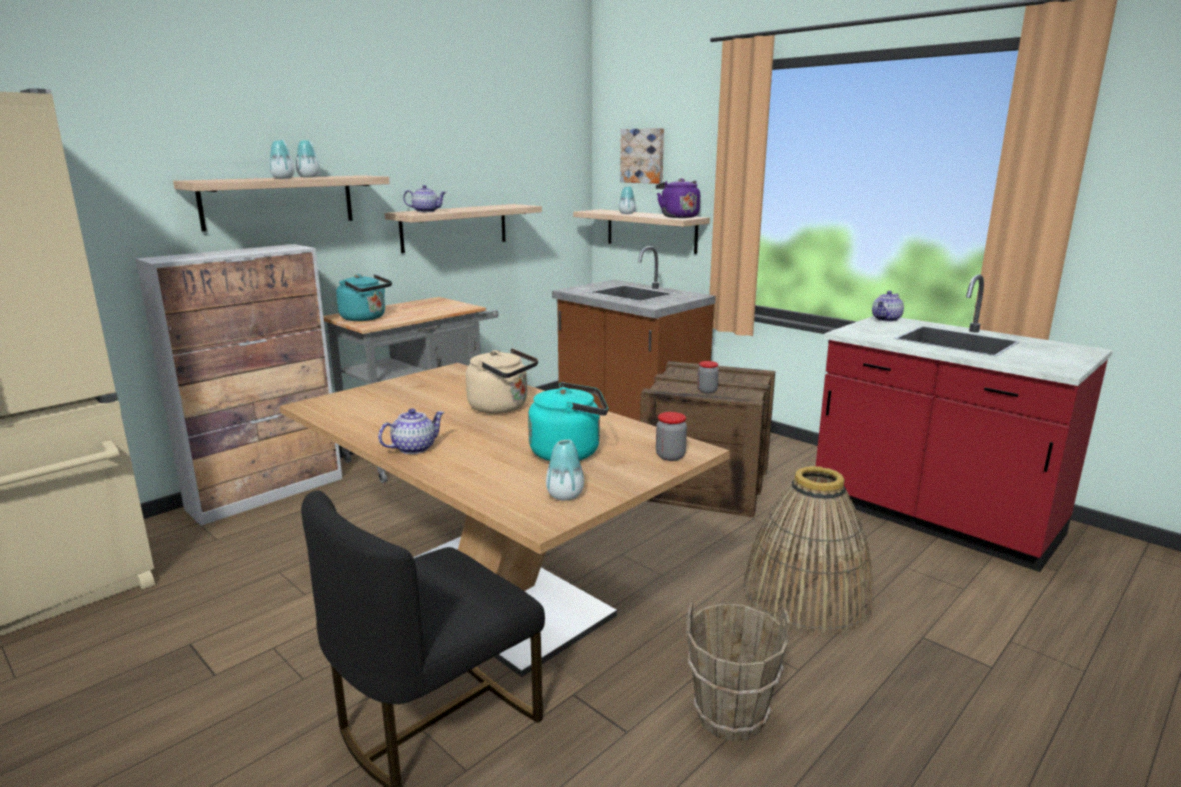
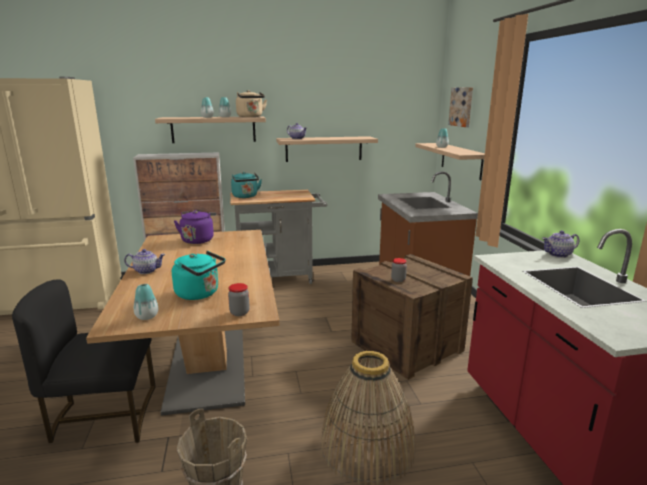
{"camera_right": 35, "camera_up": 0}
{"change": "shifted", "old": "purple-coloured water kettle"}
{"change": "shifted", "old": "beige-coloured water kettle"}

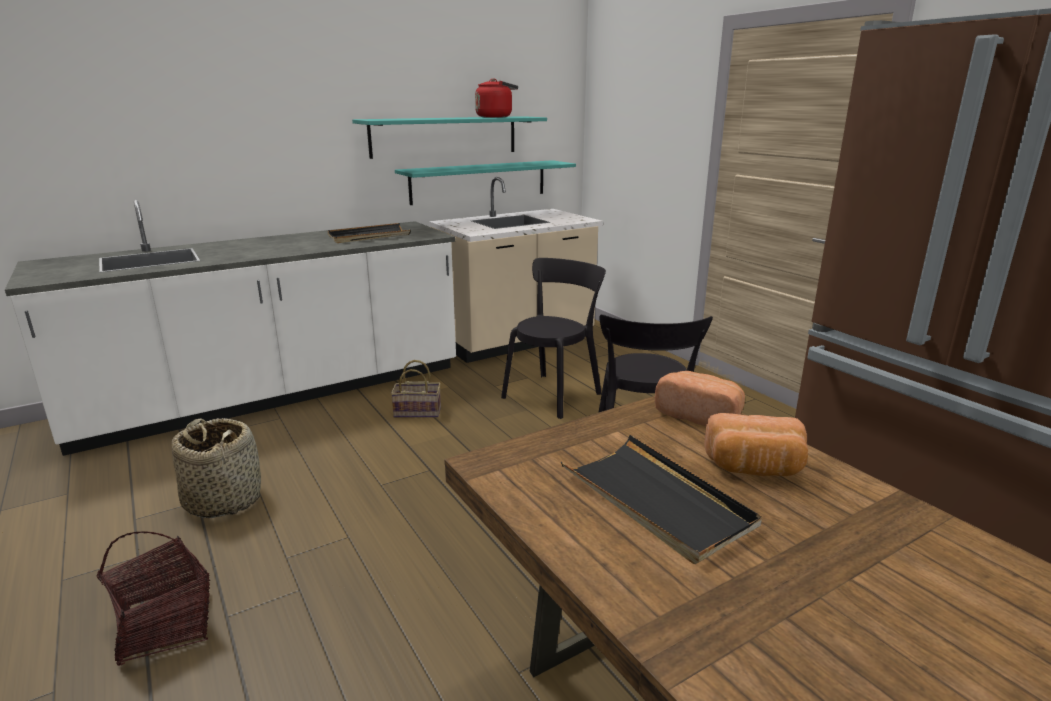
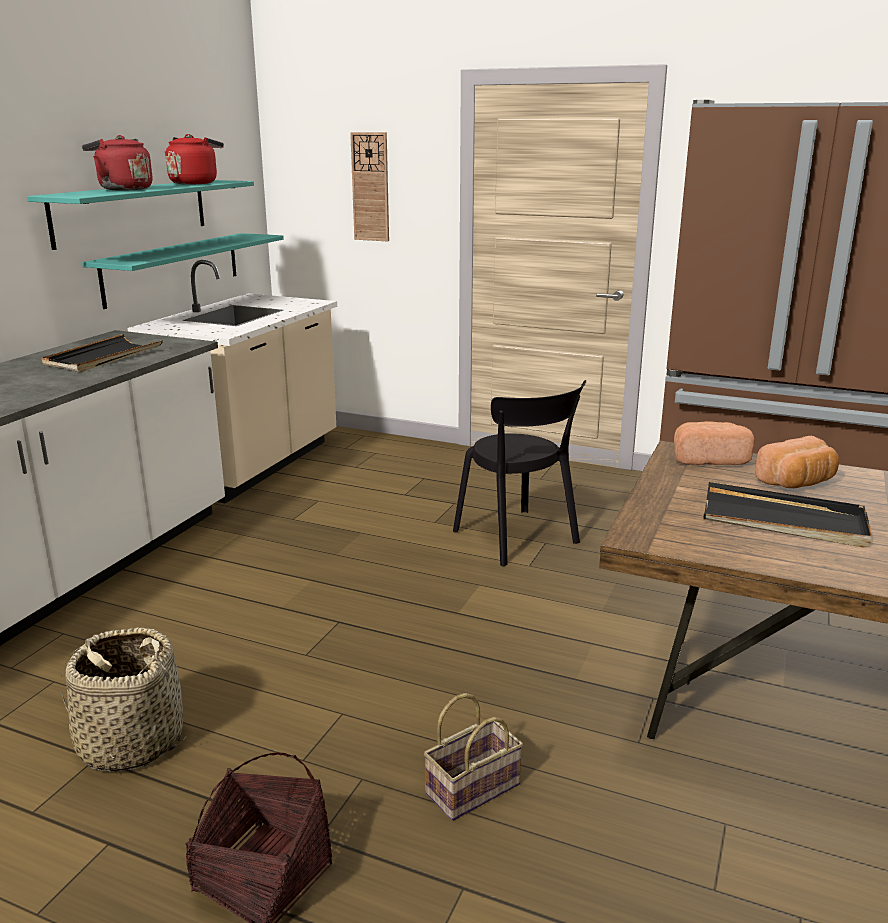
{"camera_right": -35, "camera_up": 0}
{"change": "gone", "old": "black upright chair (no. 1 from left)"}
{"change": "shifted", "old": "basket (no. 3 from left)"}
{"change": "new", "new": "wall clock"}
{"change": "new", "new": "red-coloured water kettle (no. 1 from left)"}

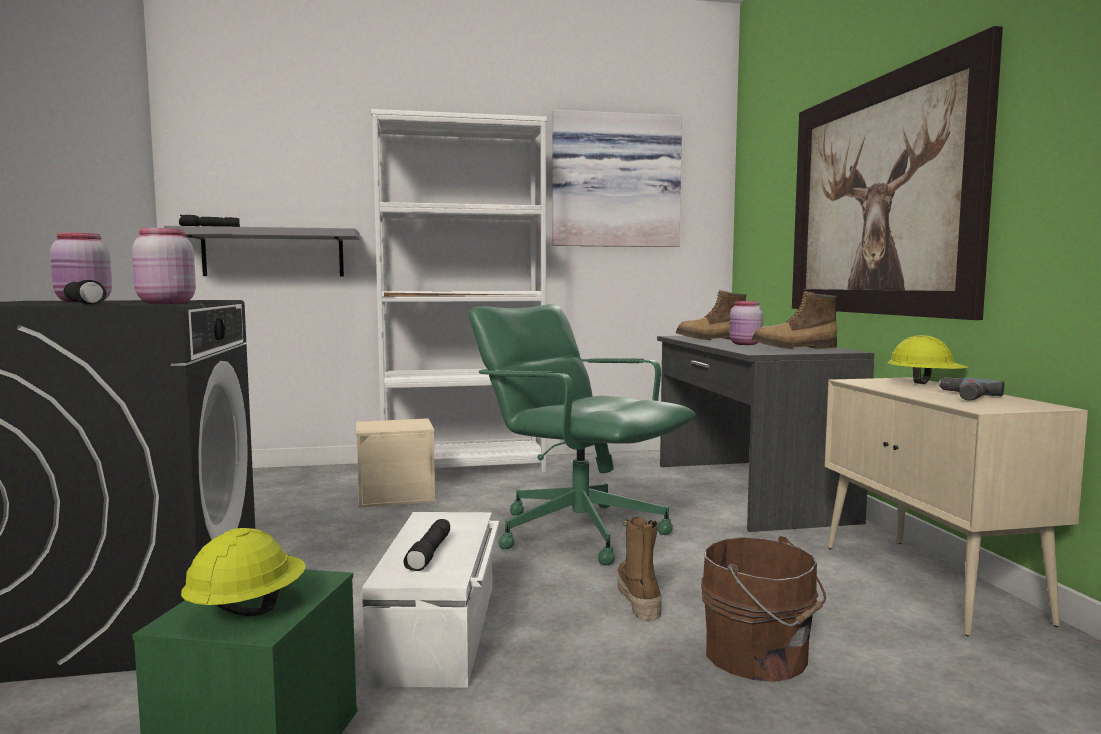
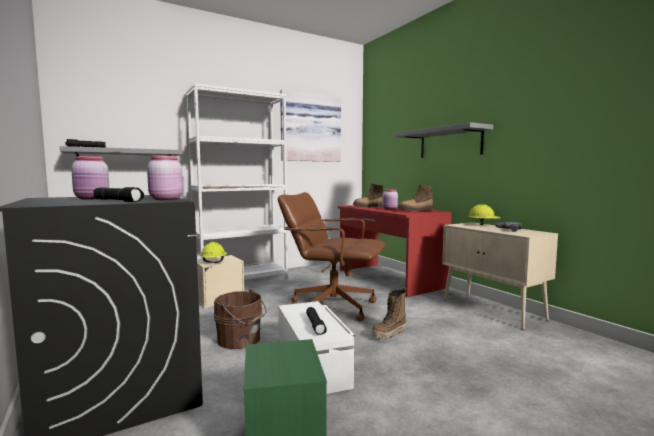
{"camera_right": -20, "camera_up": 0}
{"change": "swapped", "old": "wall art (no. 2 from left)", "new": "gray bracket shelf (no. 2 from left)"}
{"change": "repainted", "old": "greenish desk chair", "new": "brown desk chair"}
{"change": "repainted", "old": "gray desk", "new": "red-coloured desk"}
{"change": "rotated", "old": "tall boot (no. 1 from left in the first image)", "degrees": -105}
{"change": "shifted", "old": "yellow-coloured work helmet (no. 1 from left)"}
{"change": "shifted", "old": "brown water bucket"}

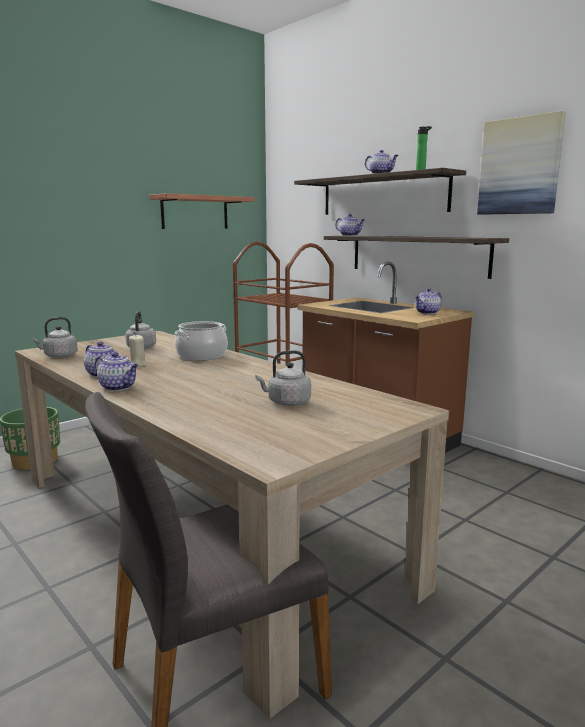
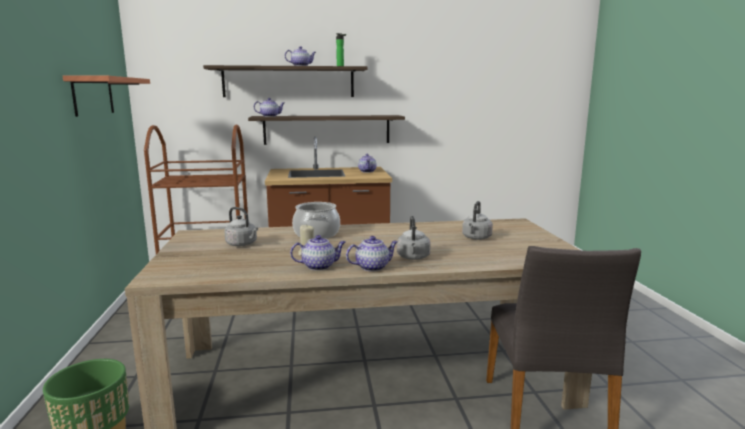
{"camera_right": -55, "camera_up": 0}
{"change": "gone", "old": "wall art"}
{"change": "shifted", "old": "gray water kettle (no. 1 from left in the first image)", "new": "gray water kettle (no. 2 from left)"}

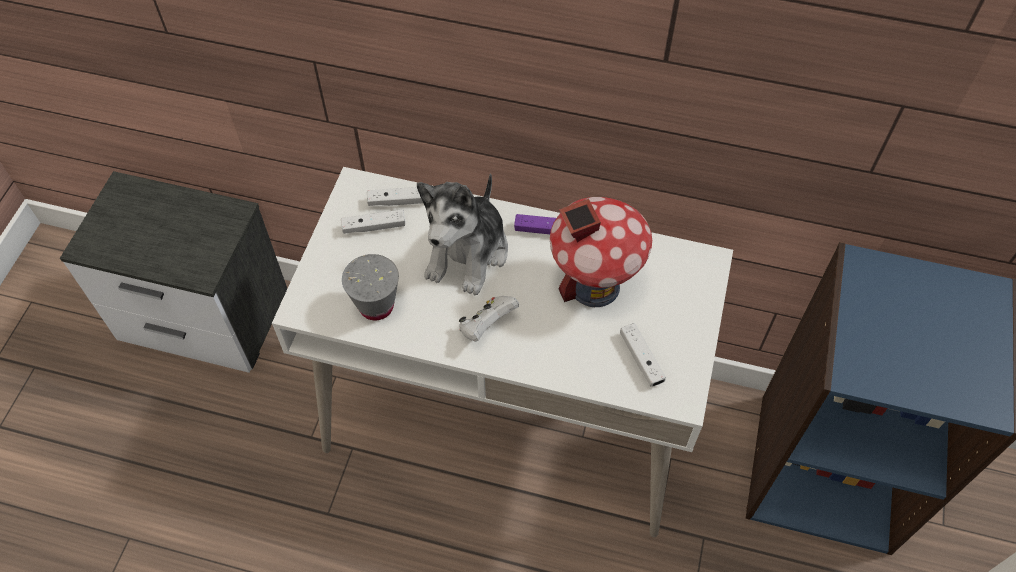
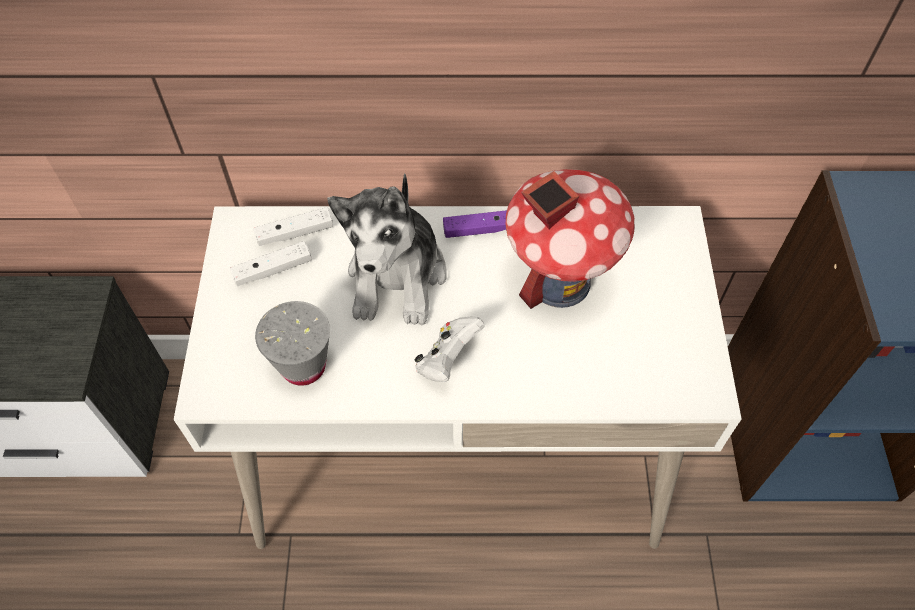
{"camera_right": -15, "camera_up": 0}
{"change": "gone", "old": "whitish game controller (no. 4 from left)"}

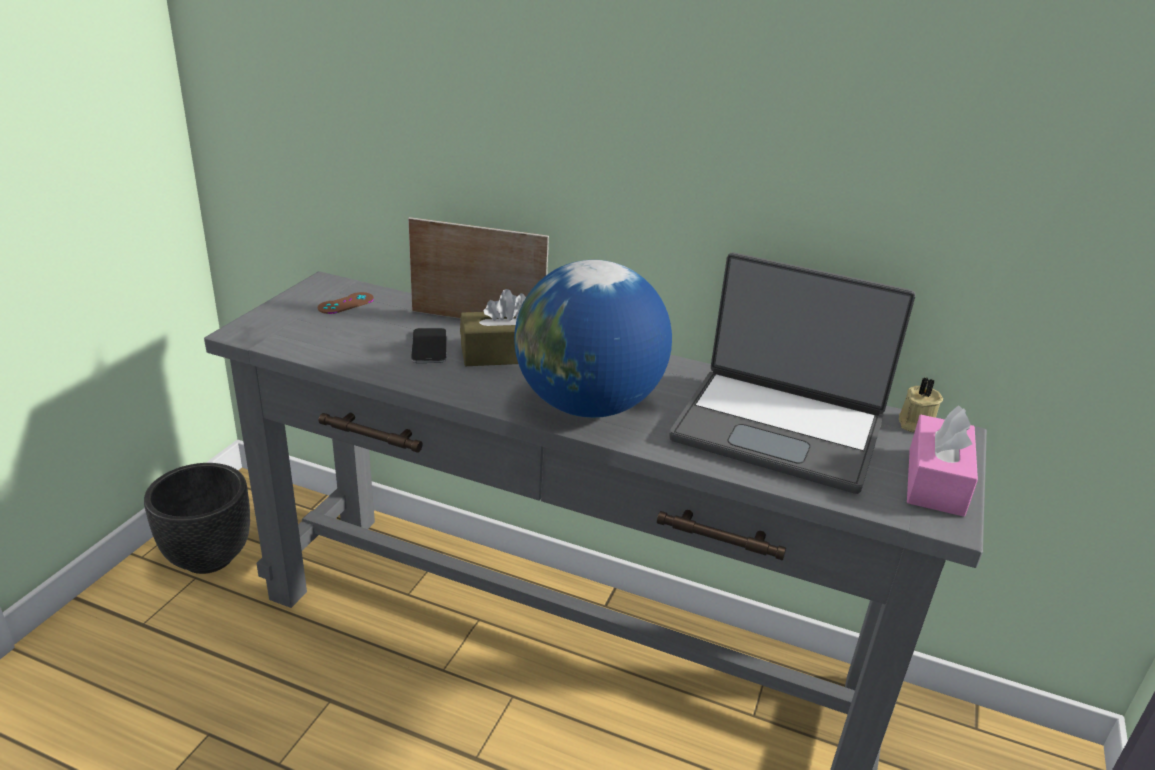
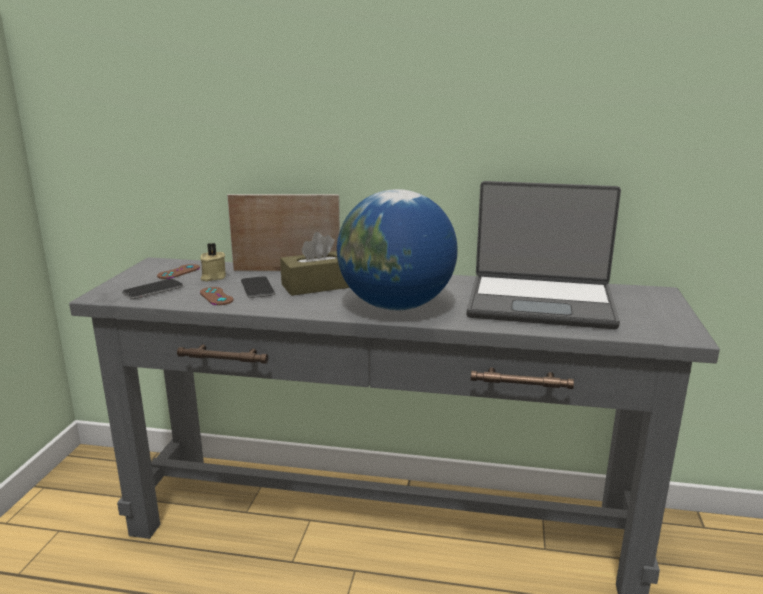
{"camera_right": -10, "camera_up": -10}
{"change": "shifted", "old": "beige-coloured wax light"}
{"change": "gone", "old": "pink tissue box"}
{"change": "gone", "old": "black flower pot"}
{"change": "new", "new": "handset (no. 1 from left)"}
{"change": "new", "new": "brown game controller (no. 2 from left)"}

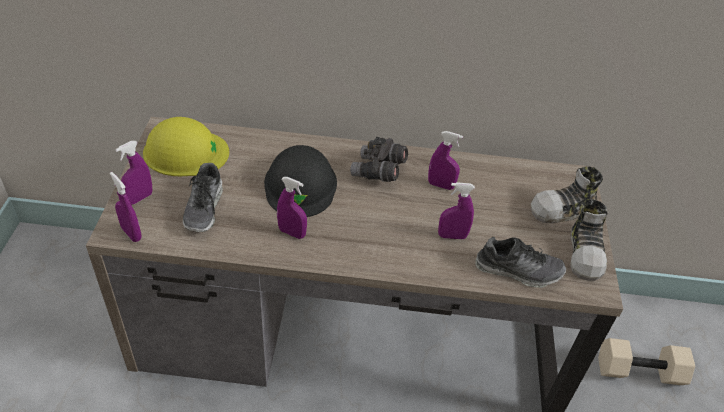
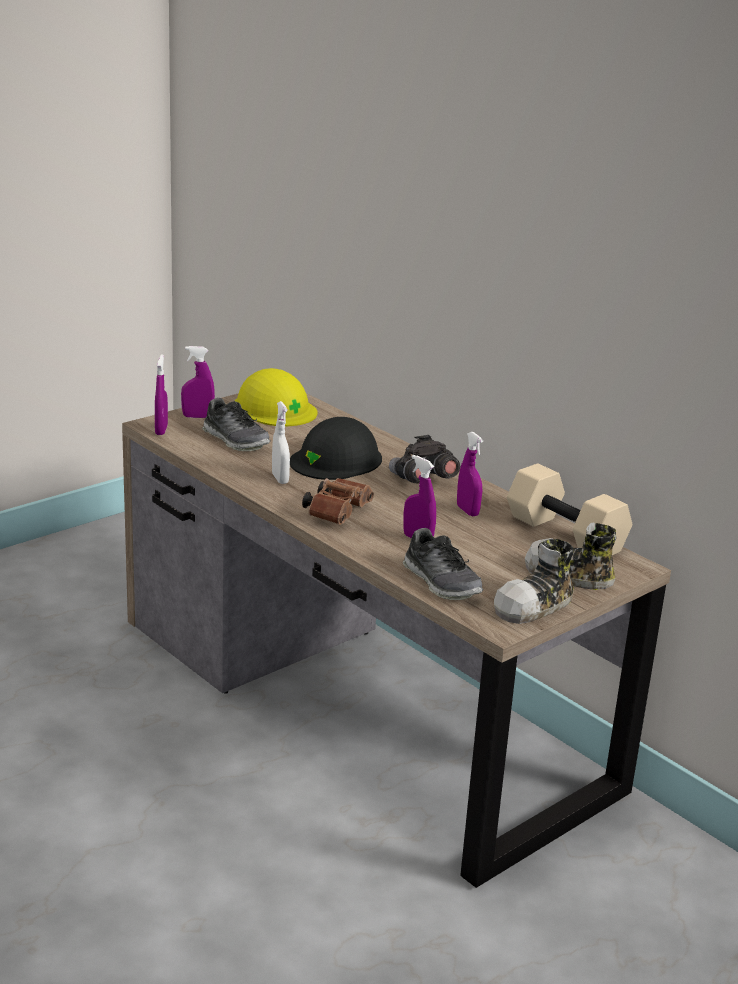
{"camera_right": 45, "camera_up": -20}
{"change": "rotated", "old": "low shoe (no. 1 from left)", "degrees": -90}
{"change": "repainted", "old": "purple-coloured spray bottle (no. 3 from left)", "new": "whitish spray bottle"}
{"change": "shifted", "old": "beige-coloured dumbbell"}
{"change": "new", "new": "brown binoculars"}

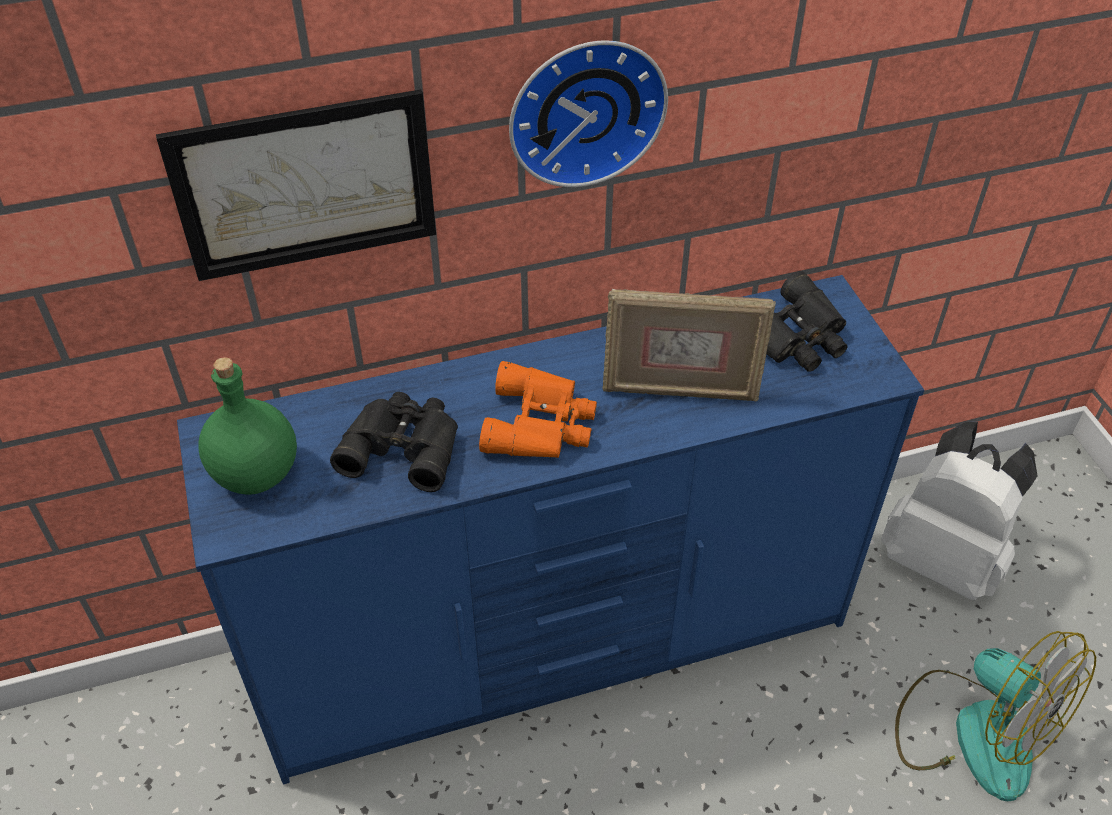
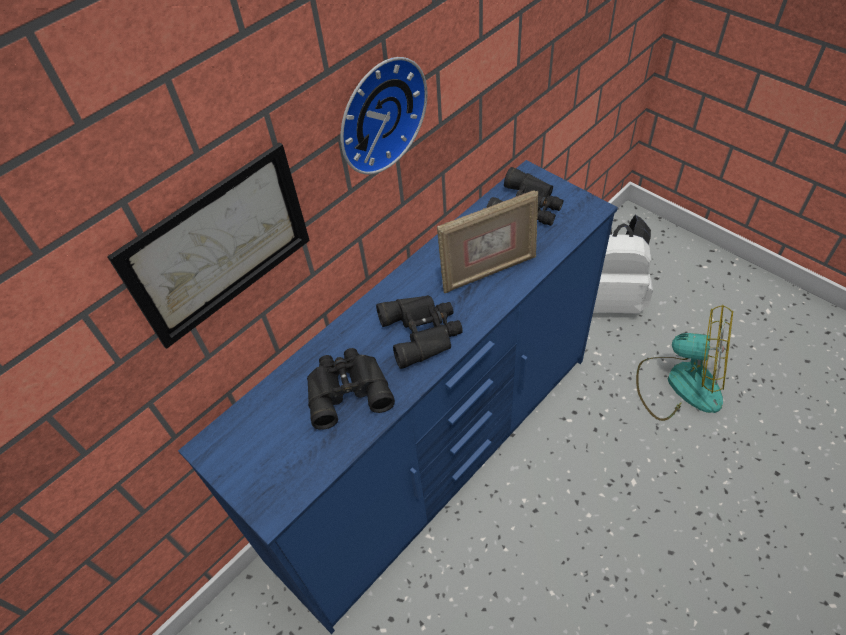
{"camera_right": -25, "camera_up": 5}
{"change": "gone", "old": "greenish bottle"}
{"change": "repainted", "old": "orange-coloured binoculars", "new": "black binoculars (no. 2 from left)"}

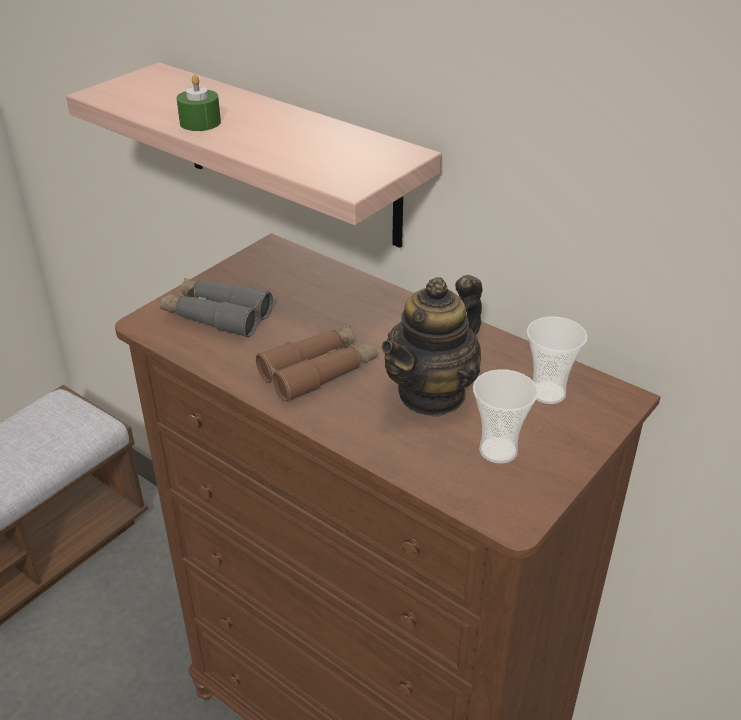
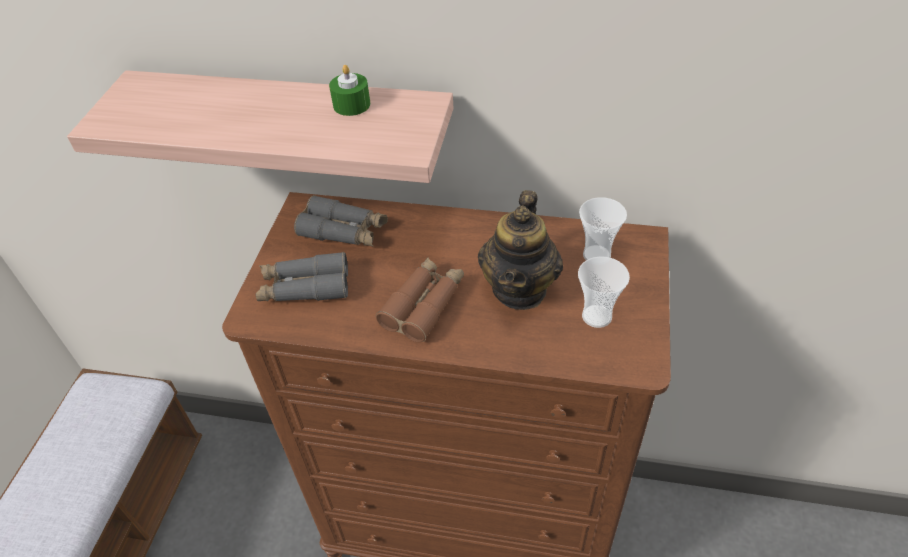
{"camera_right": -25, "camera_up": 10}
{"change": "shifted", "old": "greenish wax light"}
{"change": "new", "new": "gray binoculars (no. 2 from left)"}

